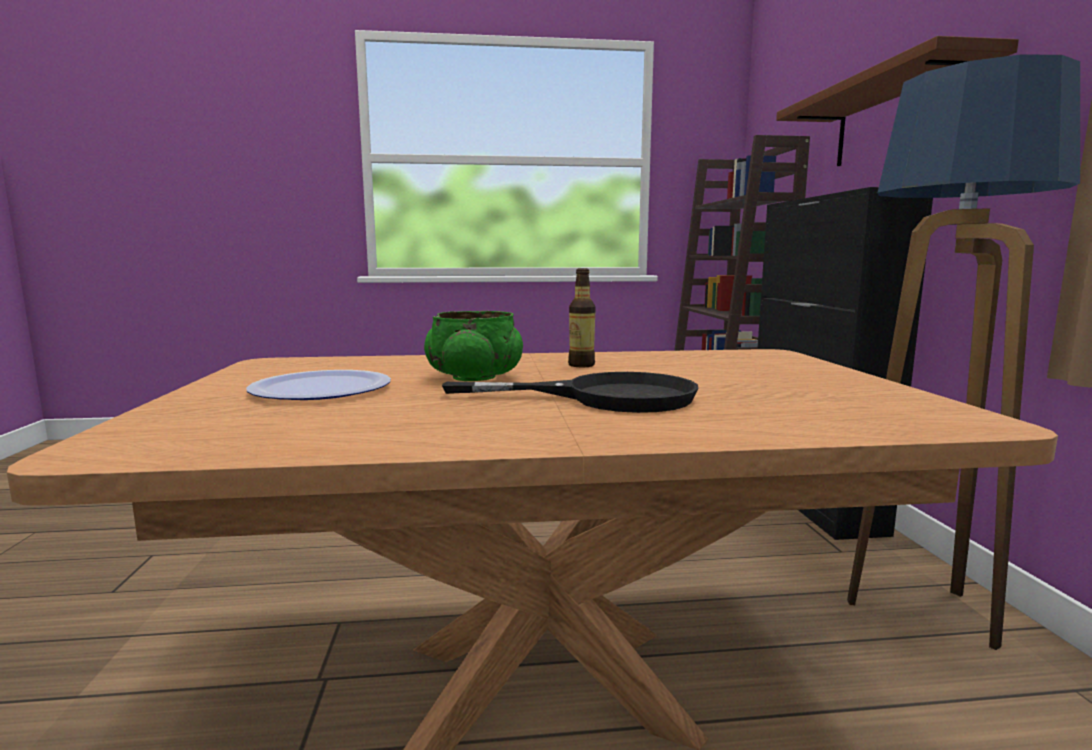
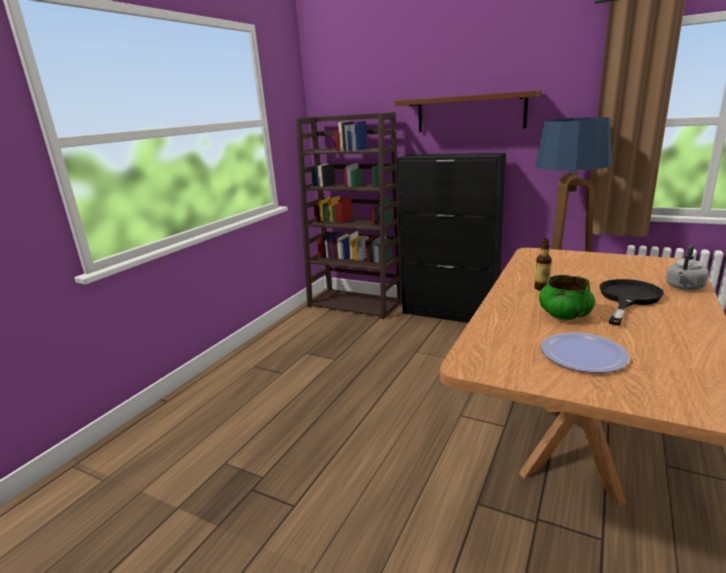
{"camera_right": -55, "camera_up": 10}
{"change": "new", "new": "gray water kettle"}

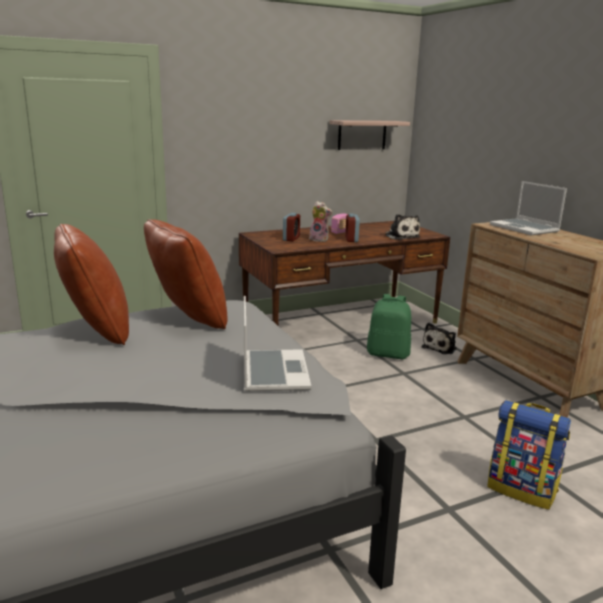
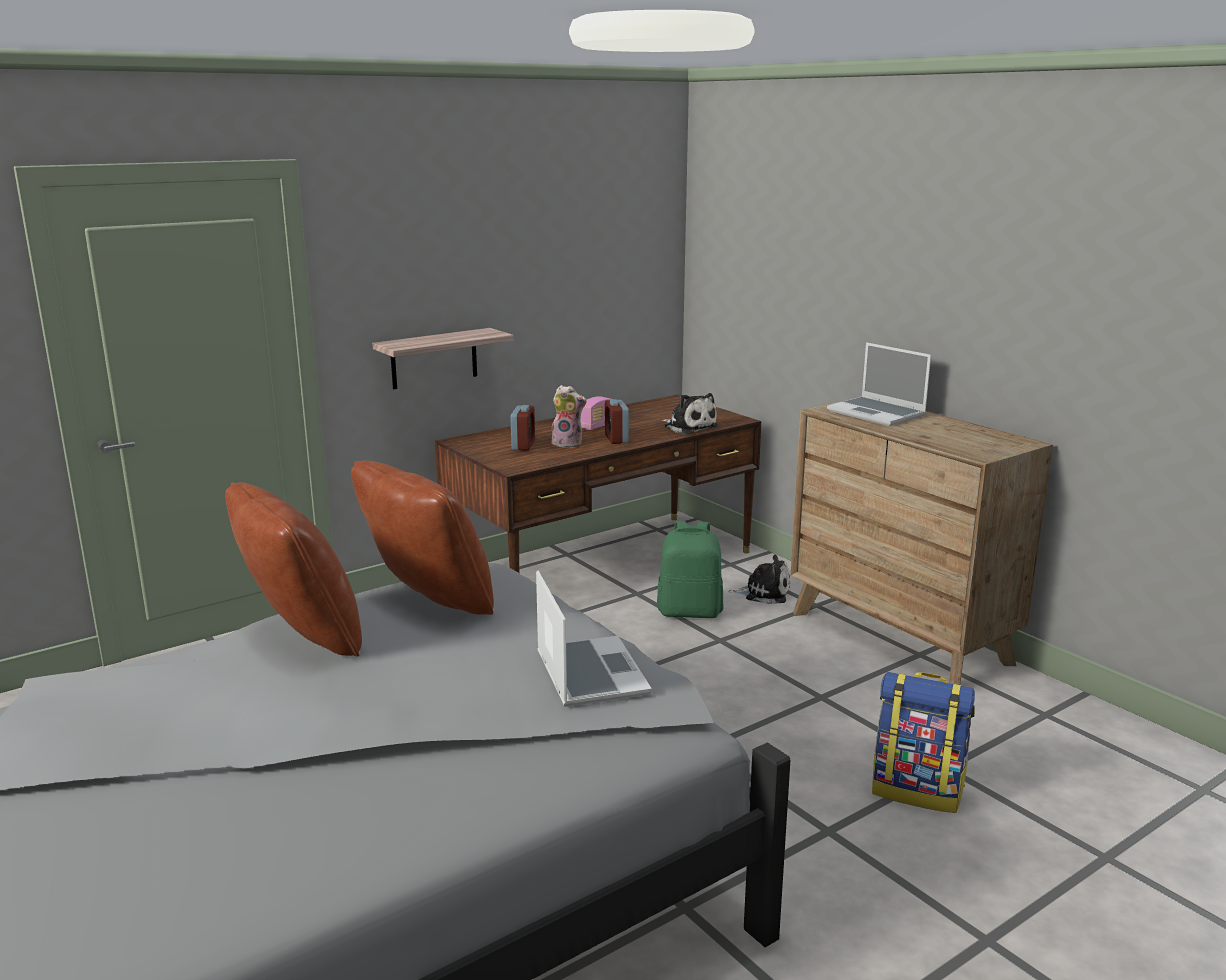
{"camera_right": -10, "camera_up": 0}
{"change": "shifted", "old": "bracket shelf"}
{"change": "rotated", "old": "plush toy (no. 3 from left)", "degrees": -105}

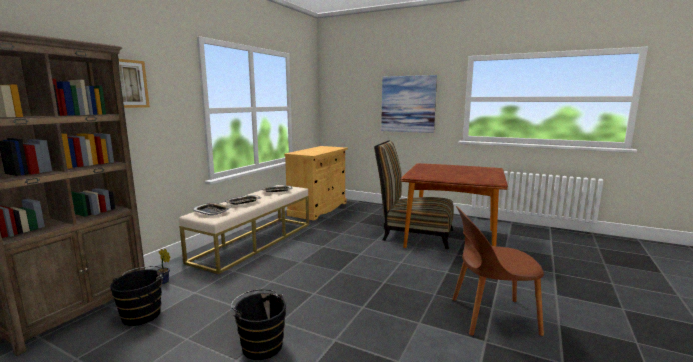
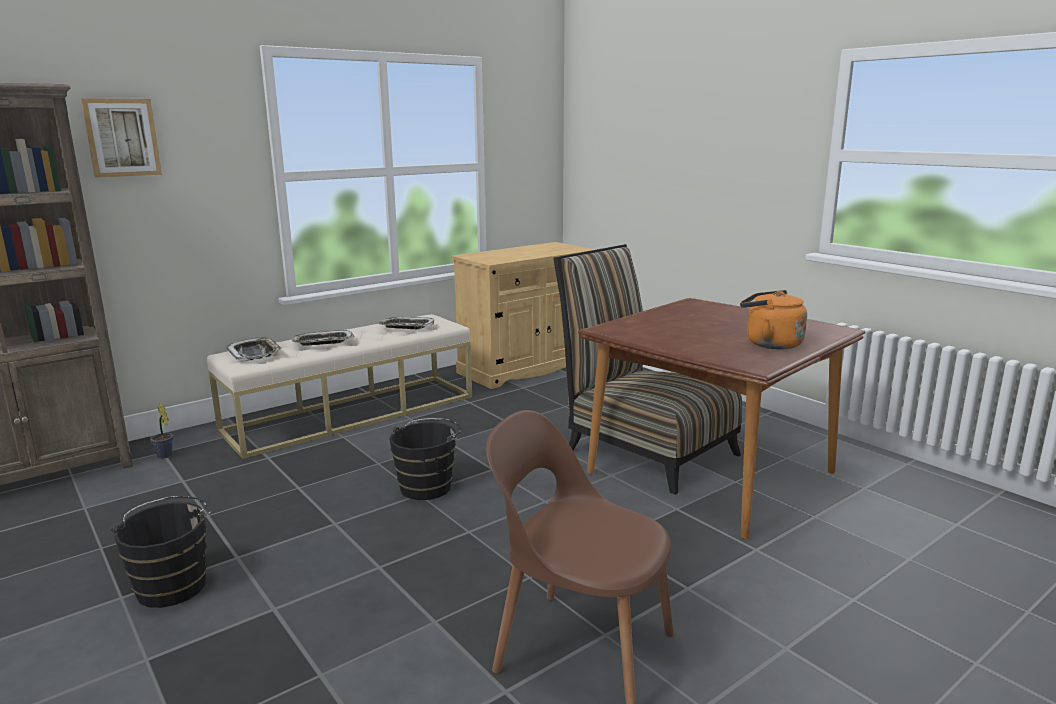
{"camera_right": 25, "camera_up": 5}
{"change": "gone", "old": "wall art (no. 2 from left)"}
{"change": "shifted", "old": "black water bucket (no. 1 from left in the first image)", "new": "black water bucket (no. 2 from left)"}
{"change": "new", "new": "orange-coloured water kettle"}

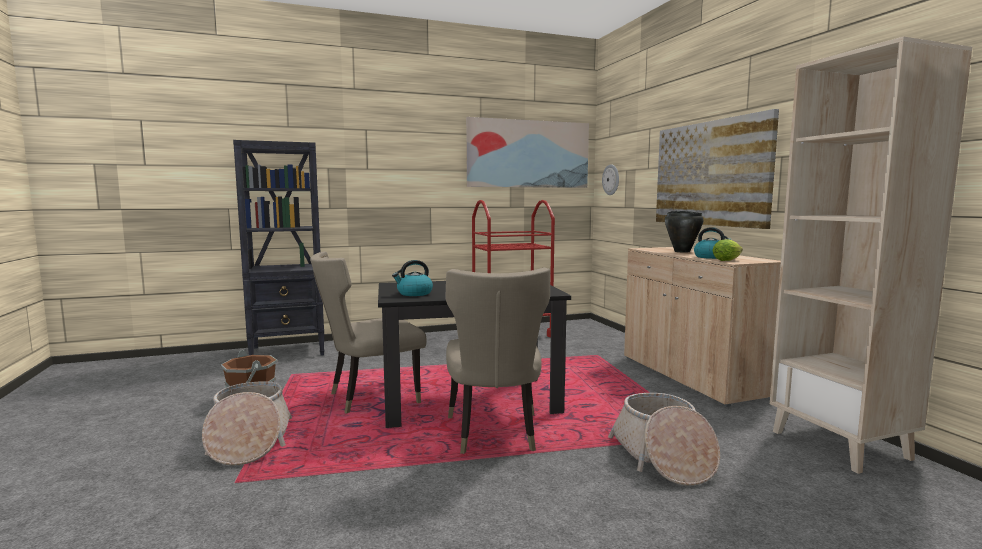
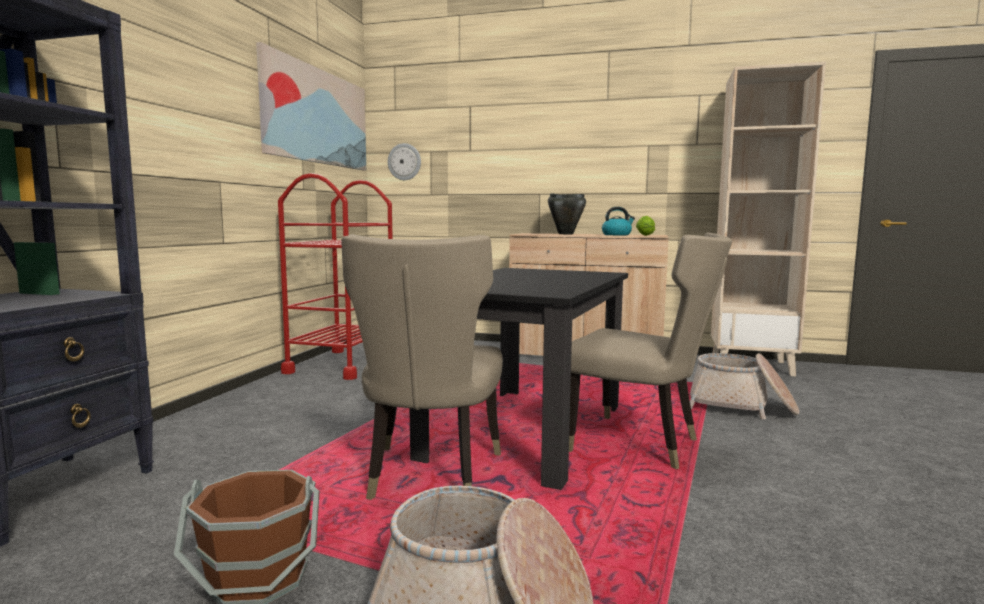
{"camera_right": -55, "camera_up": 0}
{"change": "gone", "old": "wall art (no. 2 from left)"}
{"change": "gone", "old": "water kettle (no. 1 from left)"}

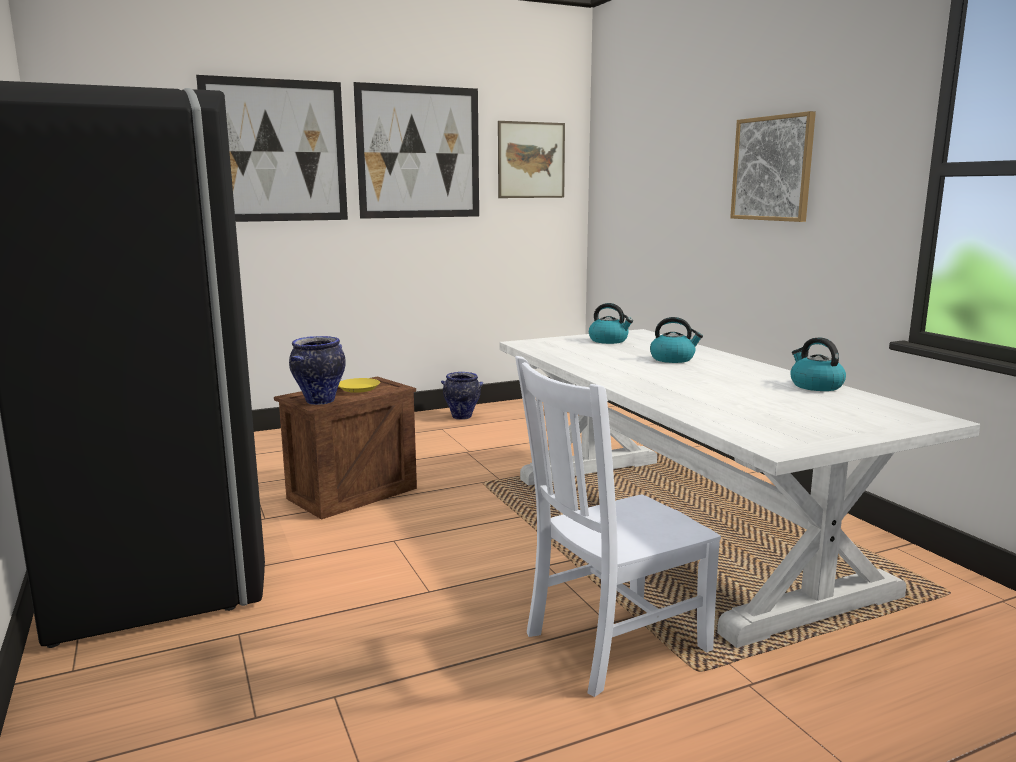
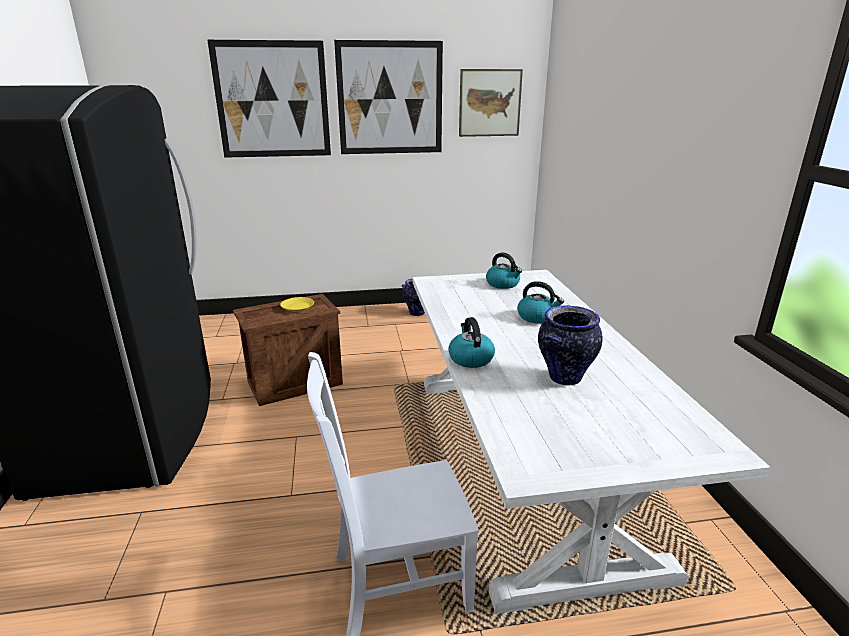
{"camera_right": 15, "camera_up": 10}
{"change": "gone", "old": "wall art (no. 4 from left)"}
{"change": "shifted", "old": "decorative vase (no. 1 from left in the first image)", "new": "decorative vase (no. 2 from left)"}
{"change": "shifted", "old": "water kettle (no. 3 from left in the first image)", "new": "water kettle (no. 1 from left)"}

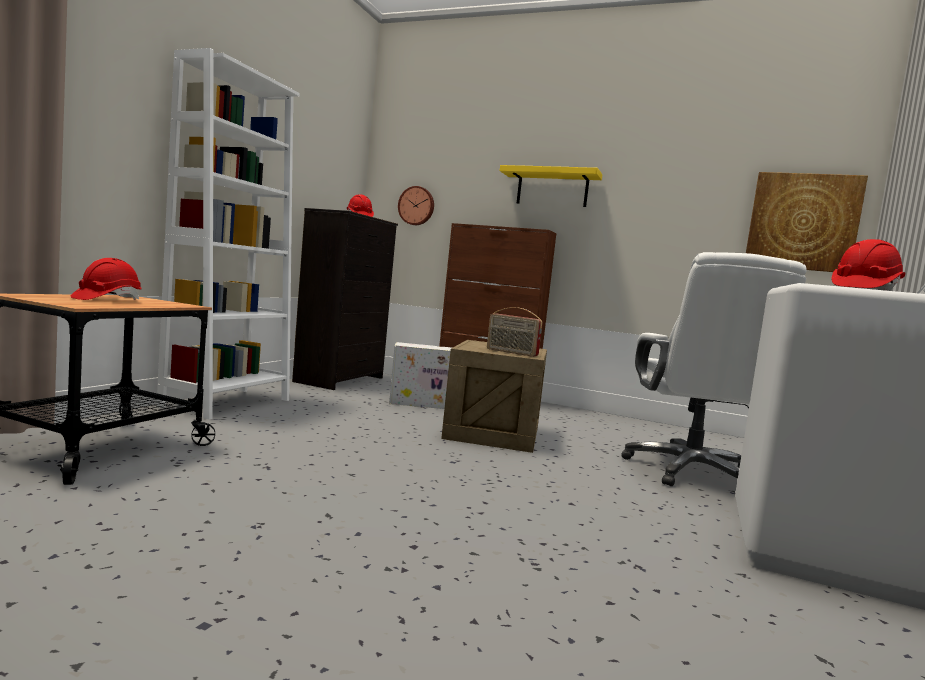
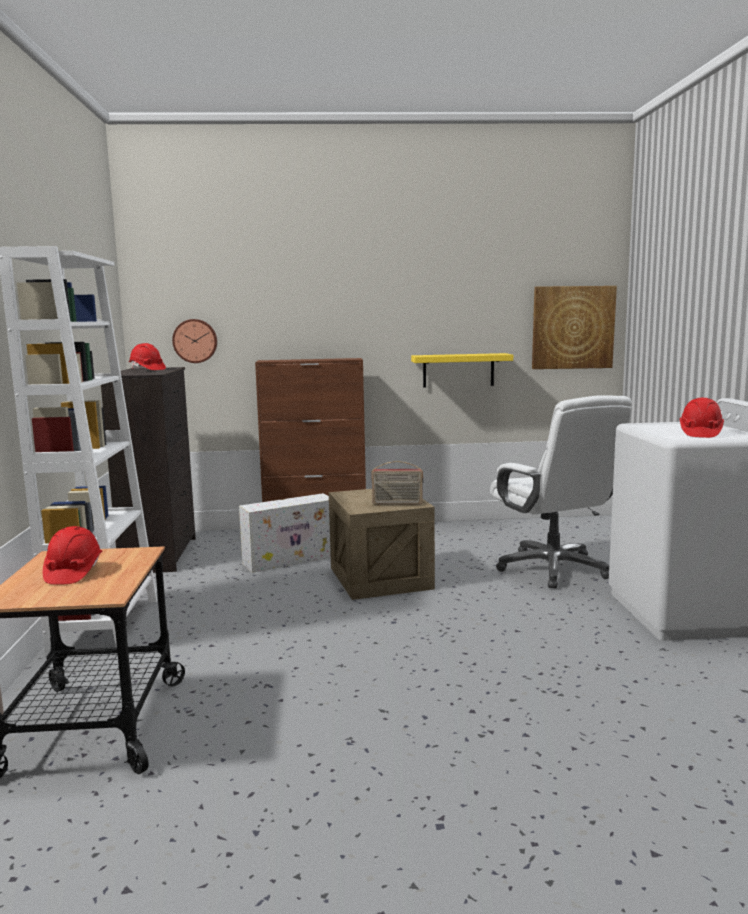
{"camera_right": -25, "camera_up": 5}
{"change": "shifted", "old": "yellow-coloured bracket shelf"}

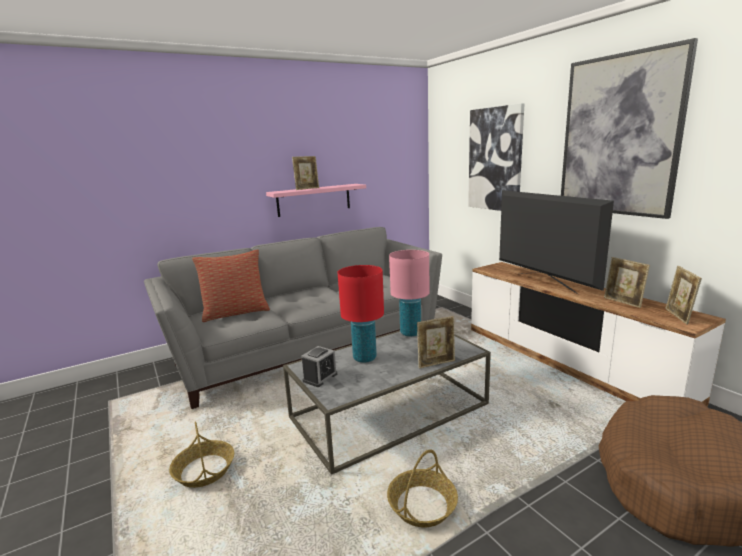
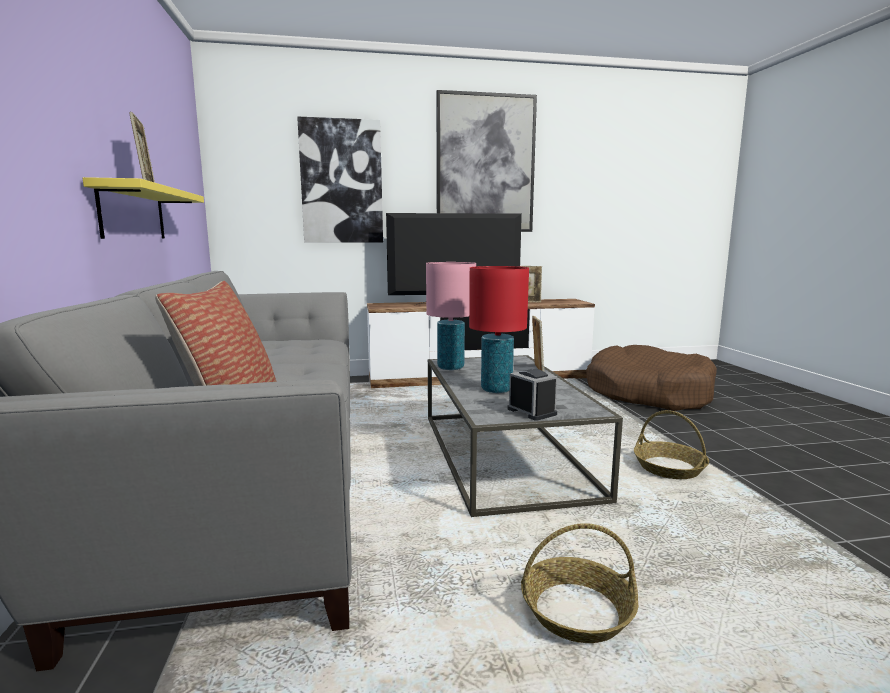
{"camera_right": -70, "camera_up": -5}
{"change": "repainted", "old": "pink bracket shelf", "new": "yellow-coloured bracket shelf"}
{"change": "gone", "old": "photo frame (no. 4 from left)"}

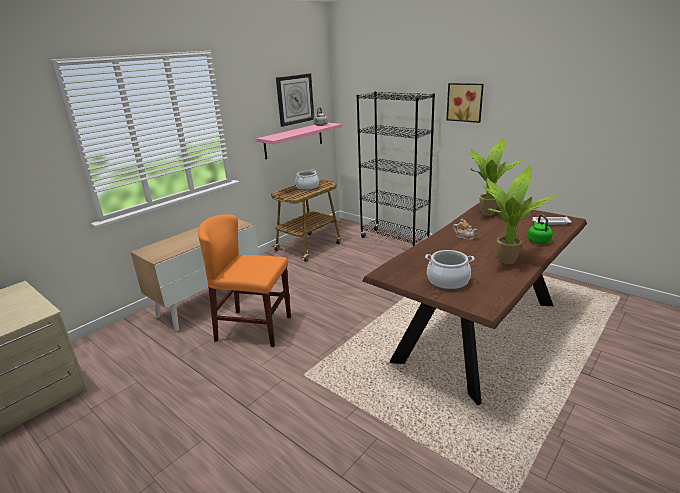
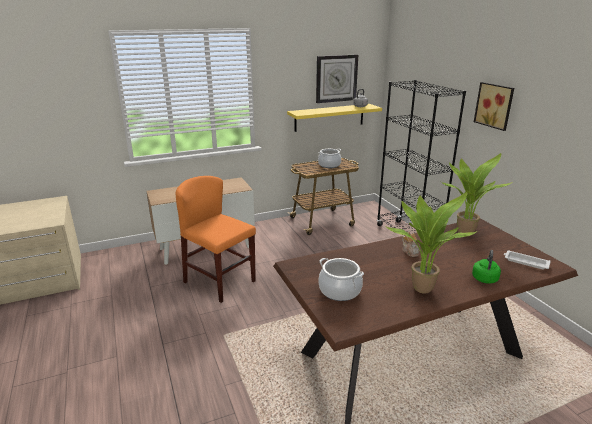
{"camera_right": 25, "camera_up": 0}
{"change": "repainted", "old": "pink bracket shelf", "new": "yellow-coloured bracket shelf"}

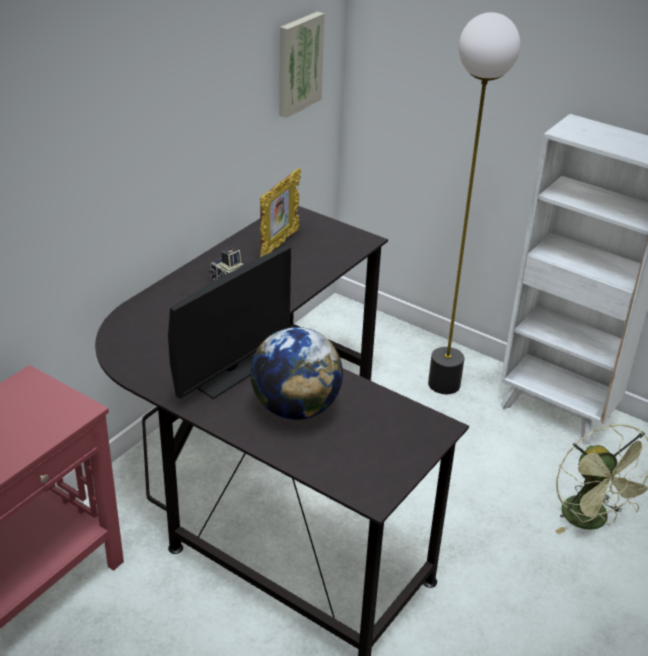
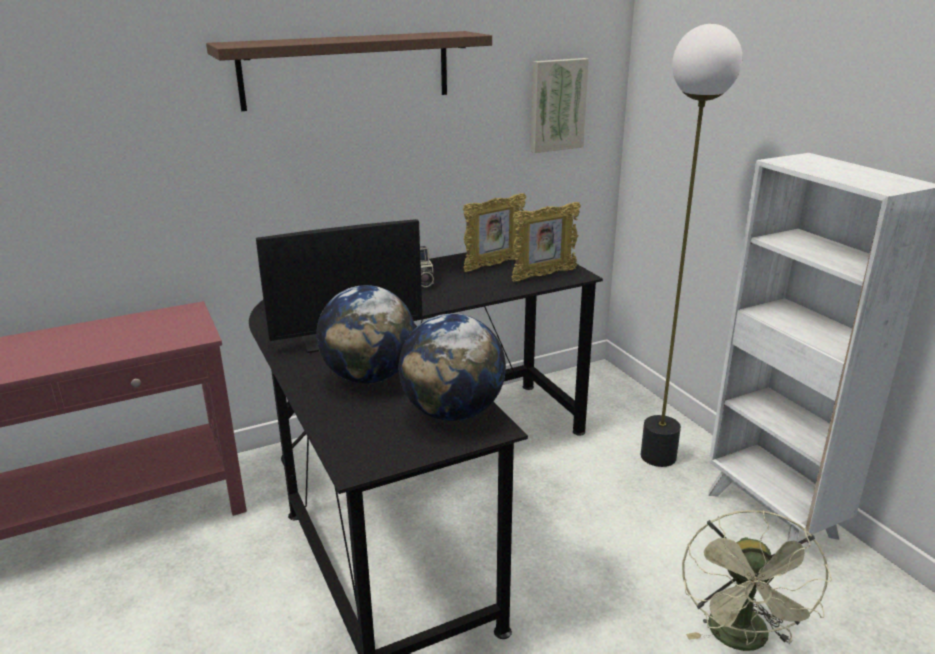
{"camera_right": 30, "camera_up": -10}
{"change": "new", "new": "brown bracket shelf"}
{"change": "new", "new": "photo frame (no. 2 from left)"}
{"change": "new", "new": "world globe (no. 2 from left)"}

